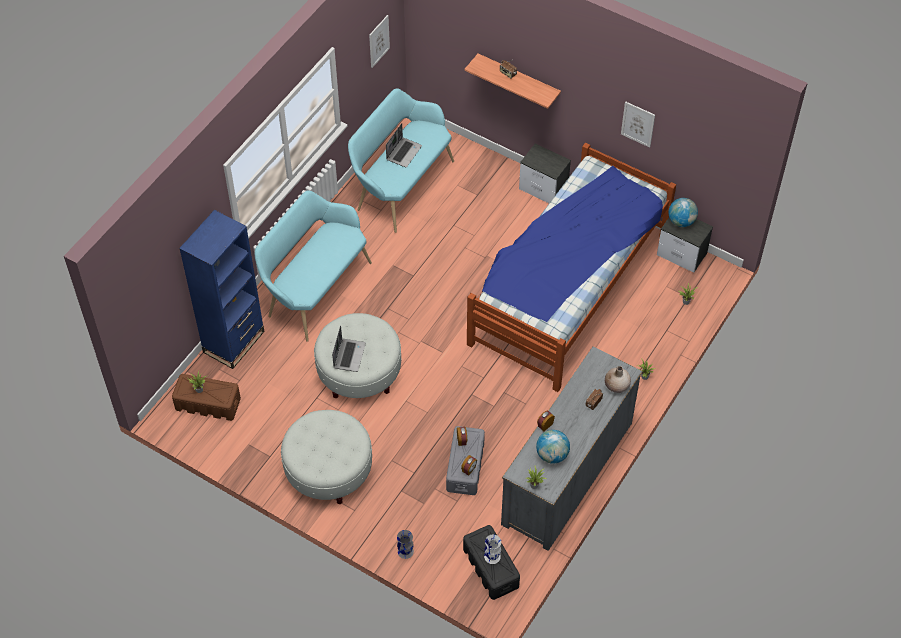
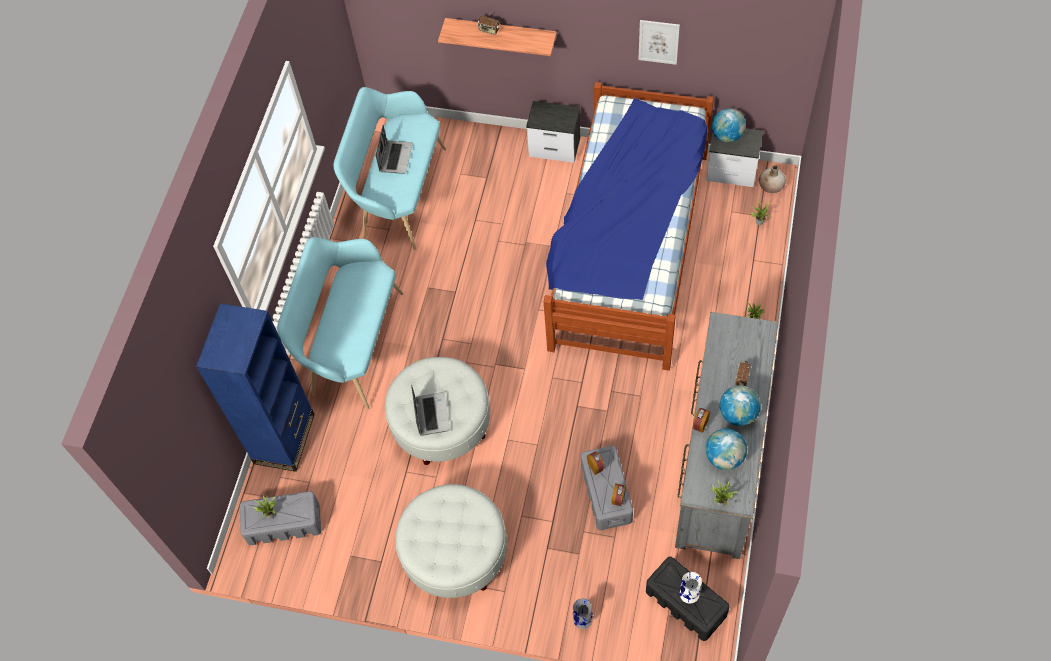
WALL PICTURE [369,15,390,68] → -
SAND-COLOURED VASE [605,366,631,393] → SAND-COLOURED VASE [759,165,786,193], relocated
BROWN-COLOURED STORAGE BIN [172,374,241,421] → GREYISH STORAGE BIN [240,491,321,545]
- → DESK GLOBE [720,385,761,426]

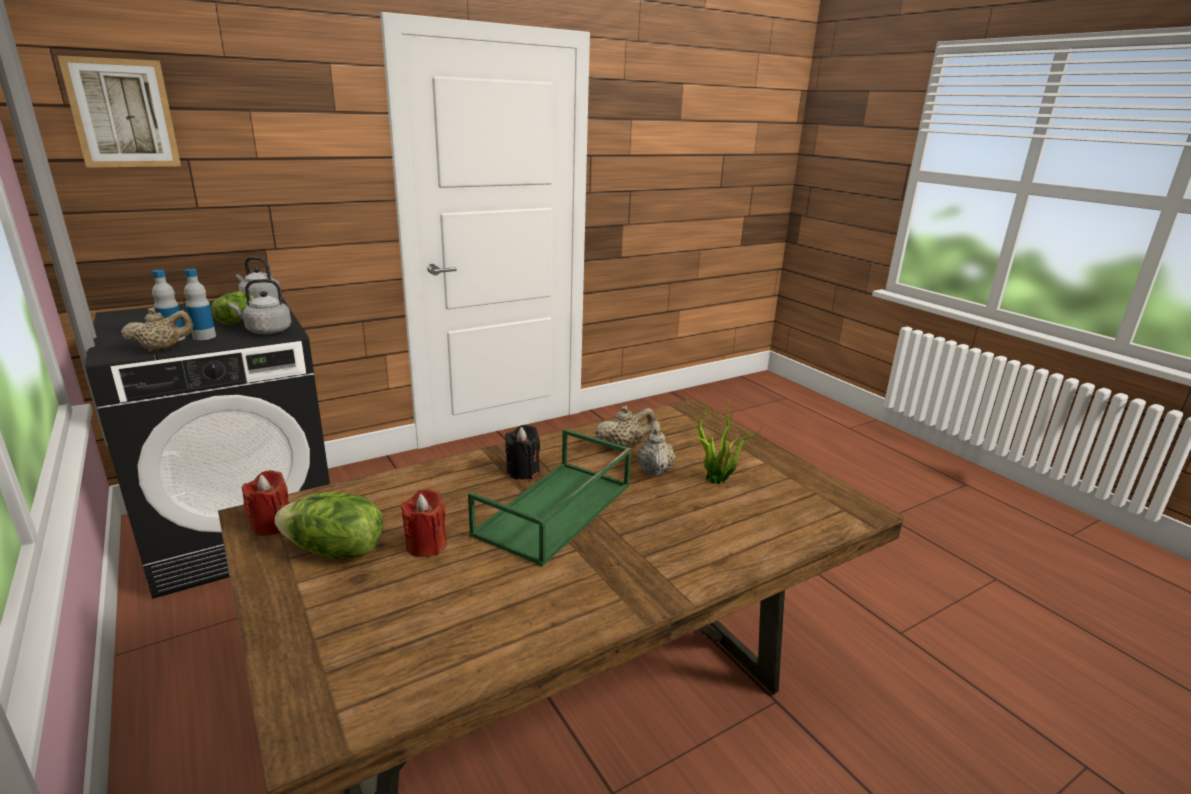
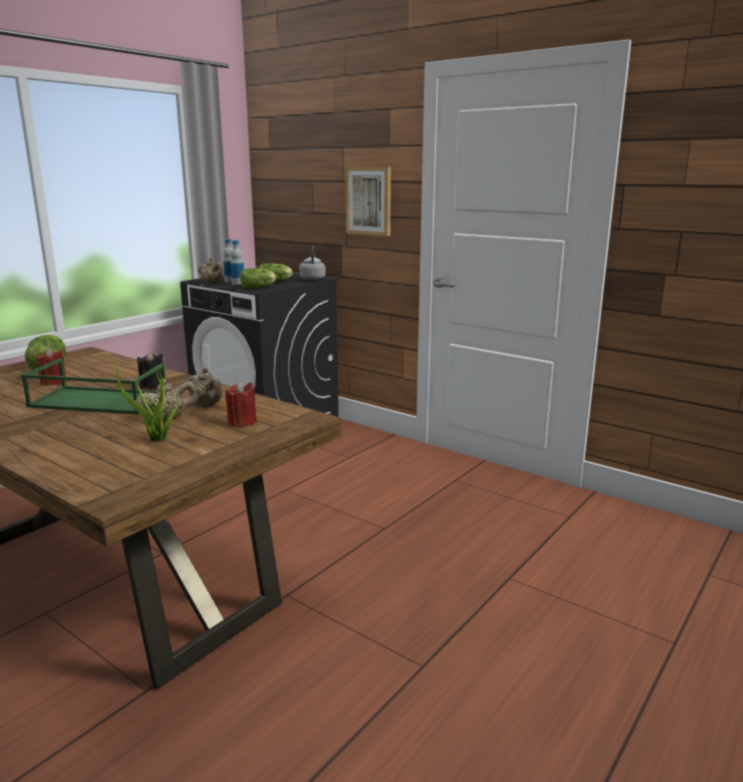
WALL PICTURE [57,55,181,168] → WALL PICTURE [345,167,391,236], relocated
GREYISH TEA KETTLE [229,279,291,334] → HEAD OF LETTUCE [240,268,276,289]
REDDISH CANDLE [242,470,289,536] → REDDISH CANDLE [225,381,257,427], relocated

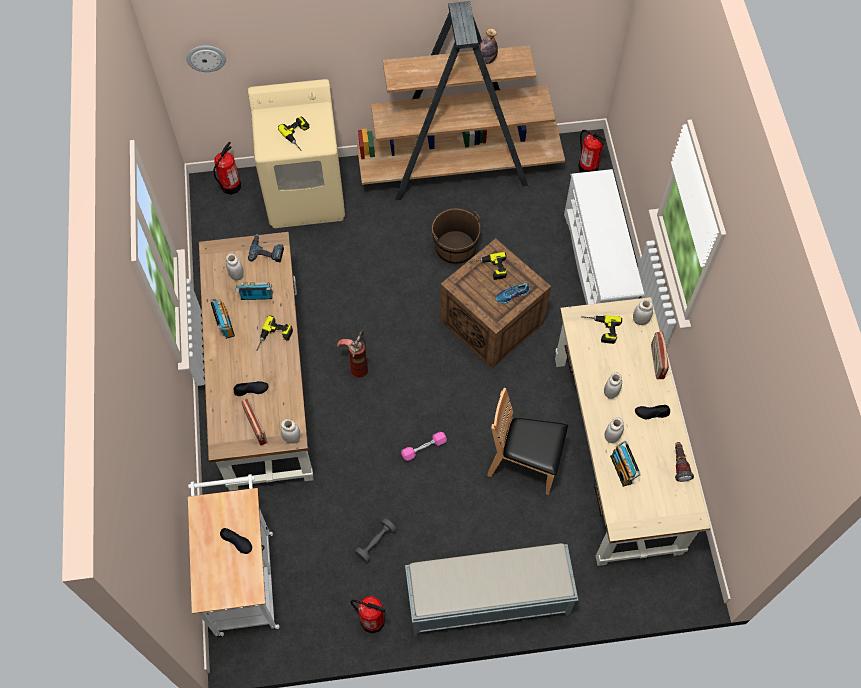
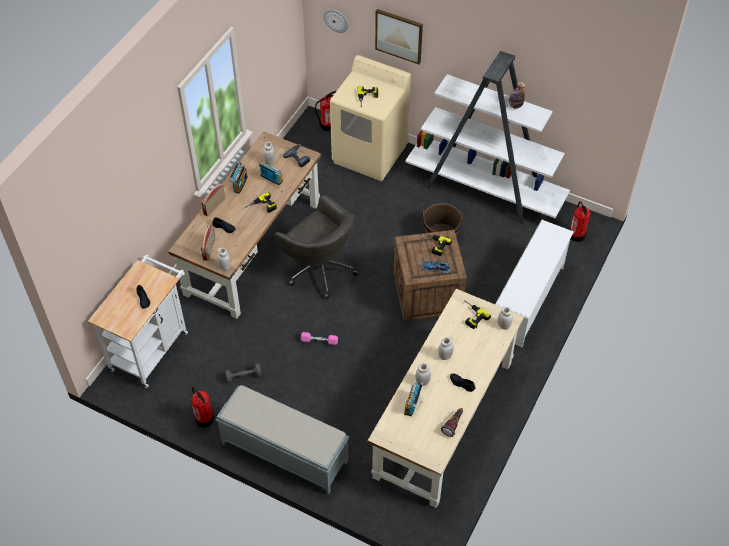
BROWN-COLOURED BOOKCASE [357,1,565,200] → WHITE-COLOURED BOOKCASE [405,51,570,225]
EXTINGUISHER [337,330,368,378] → GREYISH COMPUTER CHAIR [274,195,359,299]
RADIO [651,332,669,379] → RADIO [201,184,225,216], relocated
BROWN-COLOURED PLAIN CHAIR [487,388,568,495] → -
- → WALL PICTURE [375,9,423,65]

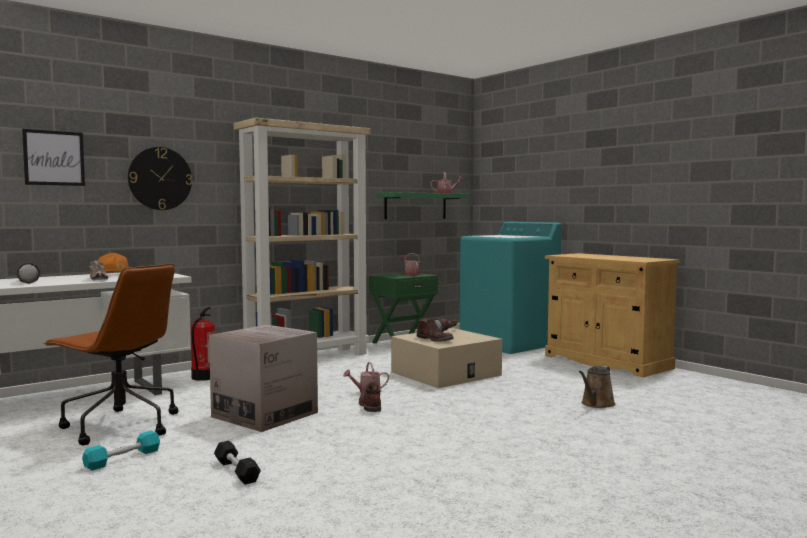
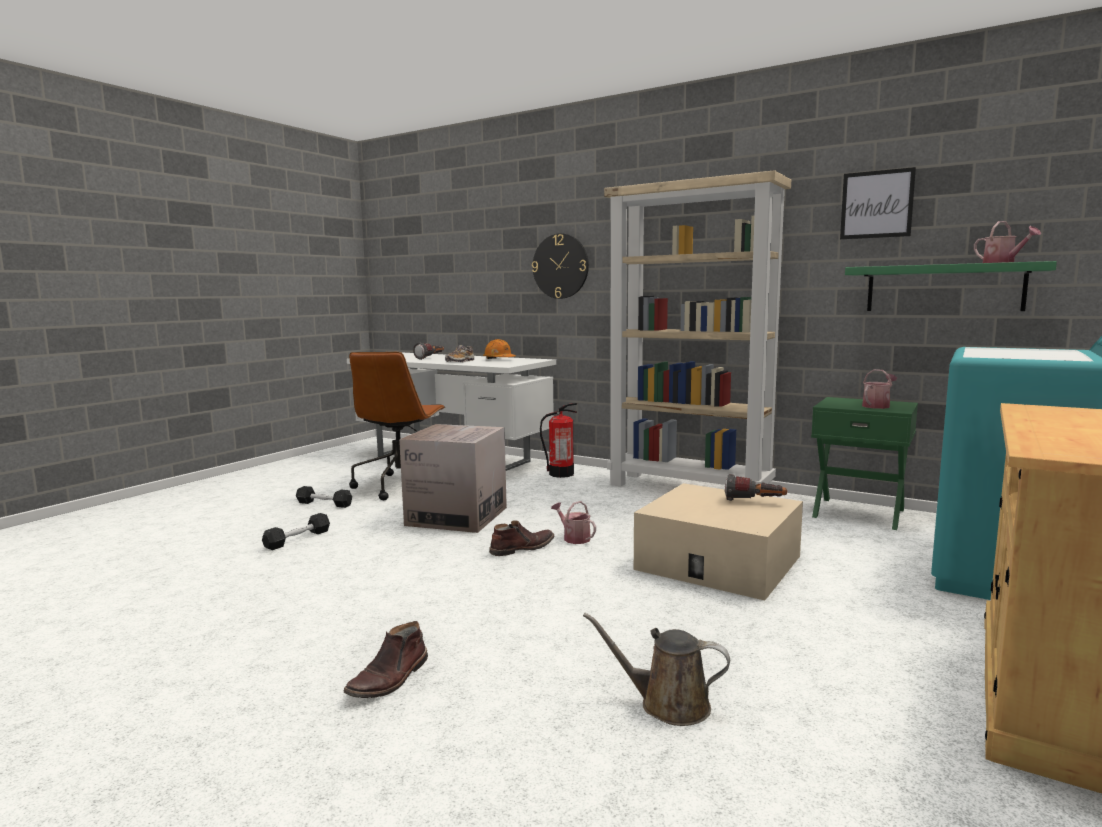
WALL PICTURE [22,129,85,186] → WALL PICTURE [840,167,916,239], relocated
BROWN-COLOURED TALL BOOT [416,318,454,342] → BROWN-COLOURED TALL BOOT [344,621,428,698], relocated
BLUE-GREEN DUMBBELL [82,431,160,471] → BLACK-COLOURED DUMBBELL [296,486,352,508]

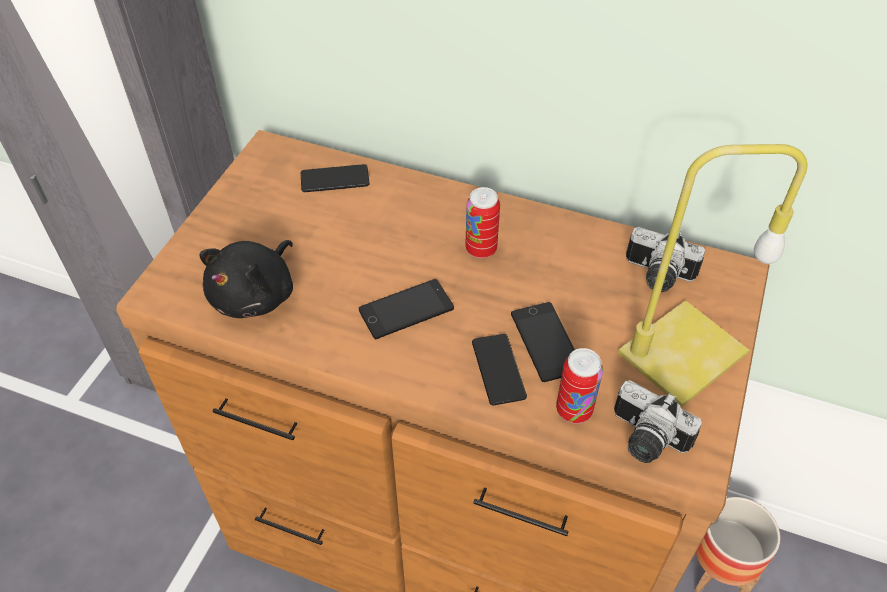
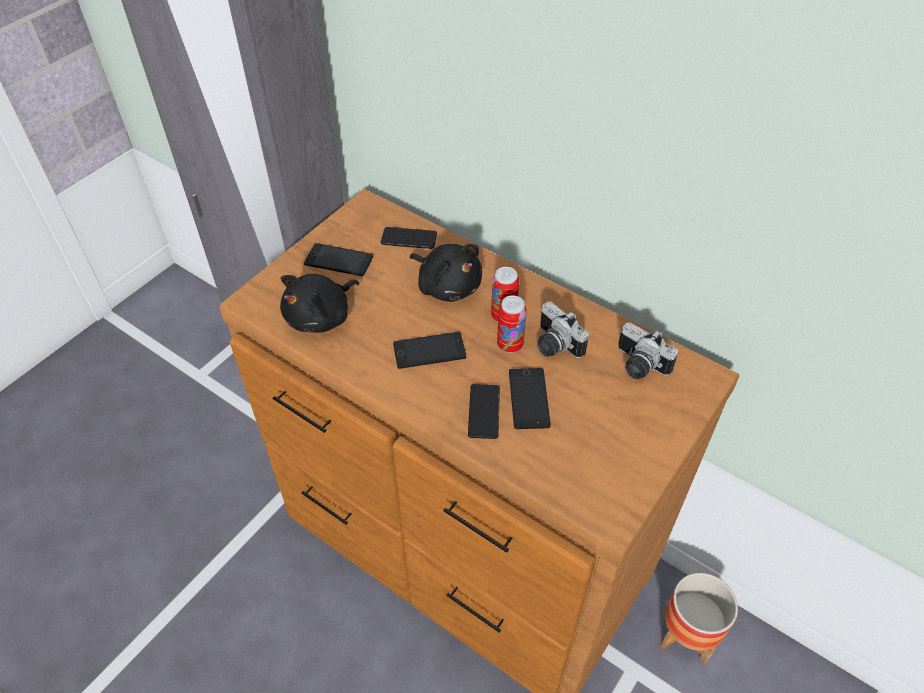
YELLOWISH TABLETOP LAMP [618,144,807,407] → -
CAN [556,348,603,424] → CAN [497,295,527,353], relocated
STILL CAMERA [614,380,702,463] → STILL CAMERA [537,301,589,358], relocated
- → PHONE [304,243,373,276]
- → BLACK-COLOURED PLUSH TOY [410,244,482,302]

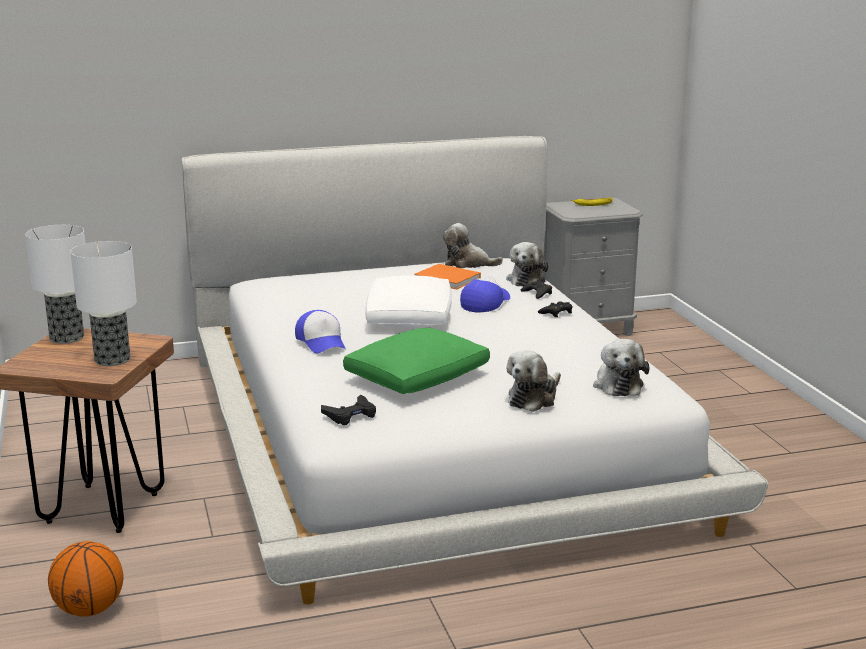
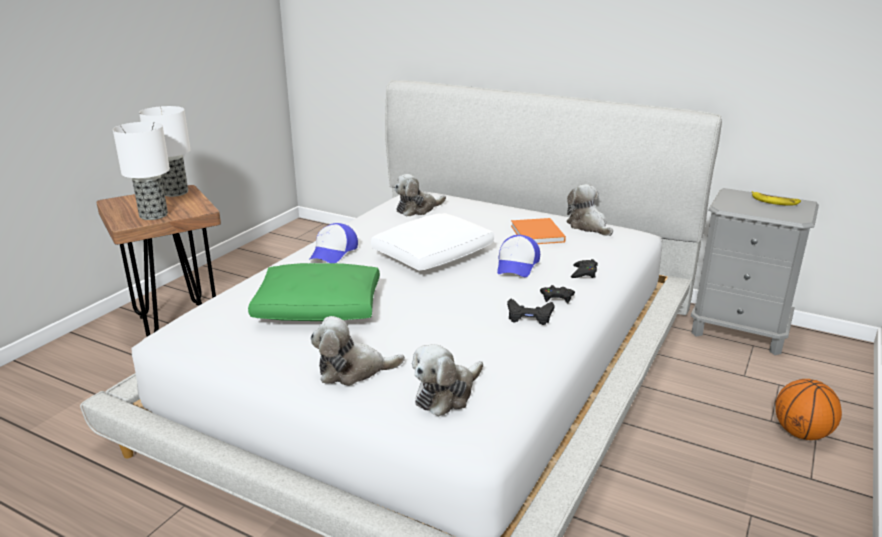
PLUSH TOY [506,242,549,287] → PLUSH TOY [394,174,446,217], relocated
PEAKED CAP [460,276,510,312] → PEAKED CAP [497,235,540,277], 120 degrees clockwise
BLACK-COLOURED JOYPAD [321,395,376,425] → BLACK-COLOURED JOYPAD [507,298,555,325], relocated
BALL FOR BASKETBALL [48,541,124,617] → BALL FOR BASKETBALL [775,379,842,440], relocated

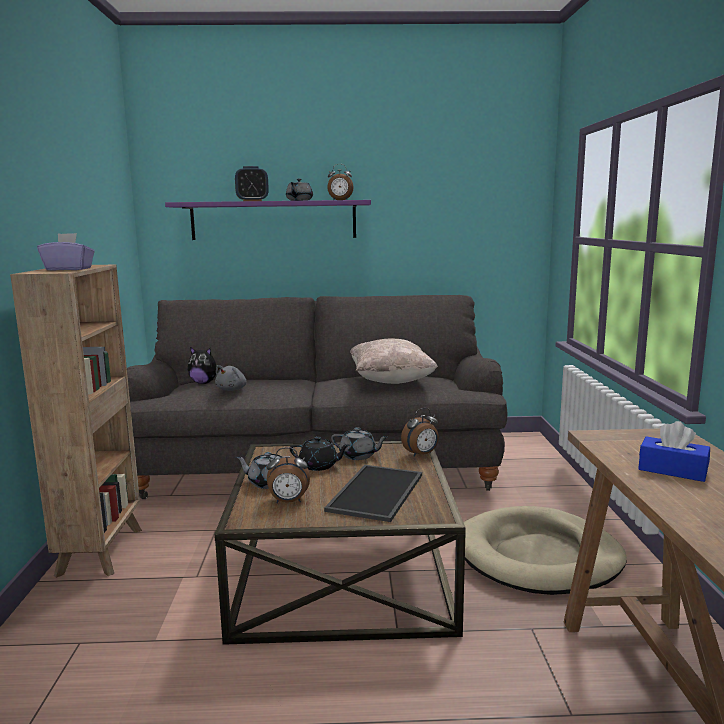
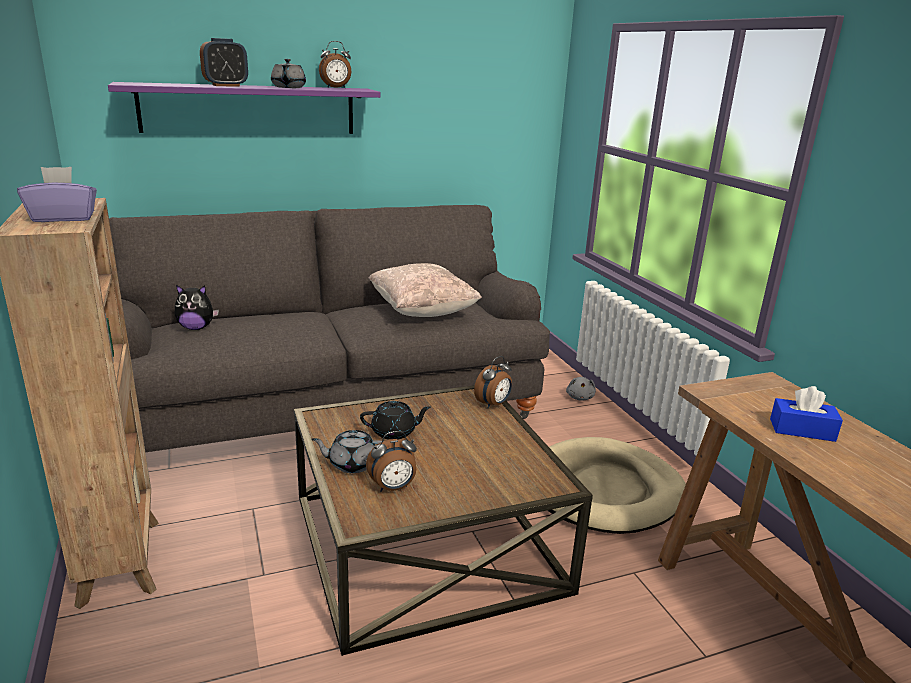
GREYISH PLUSH TOY [215,365,247,391] → GREYISH PLUSH TOY [566,377,596,401], relocated
GREYISH POT FOR TEA [331,427,388,460] → -
TRAY [324,465,422,522] → -

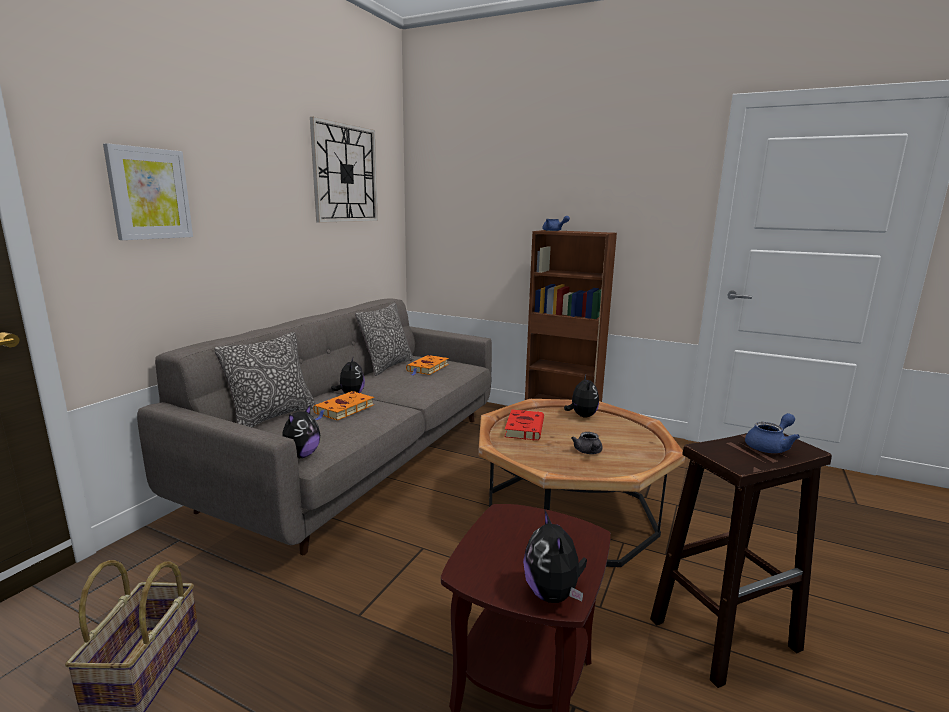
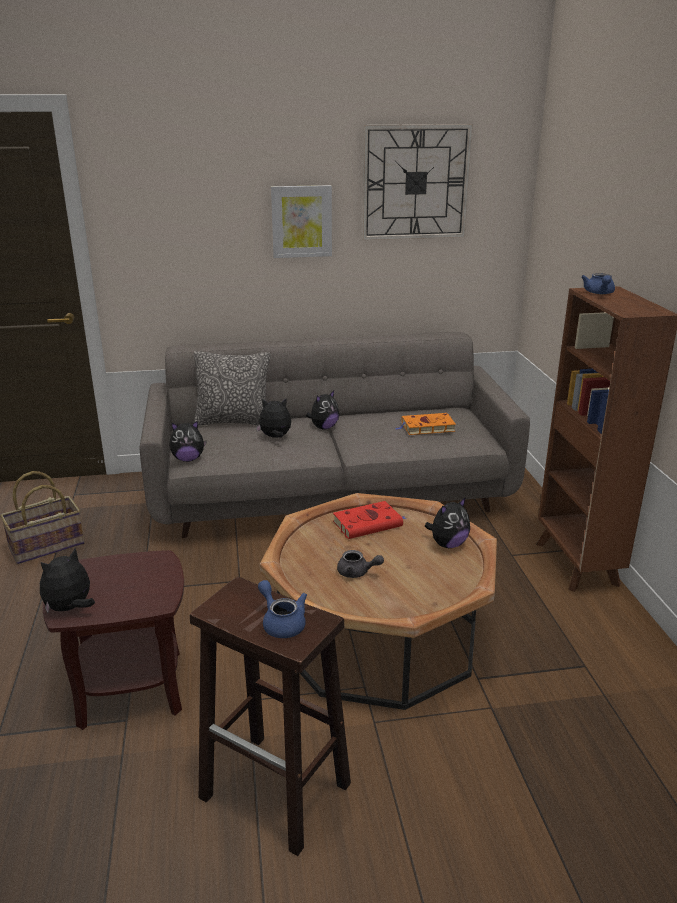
WALL PICTURE [103,143,193,240] → WALL PICTURE [271,185,332,258], relocated
THROW PILLOW [355,303,414,376] → -
ORANGEY VOLUME [313,391,374,421] → PLUSH TOY [256,399,291,438]
BLUE-COLOURED POT FOR TEA [745,413,800,453] → BLUE-COLOURED POT FOR TEA [258,580,307,638], 150 degrees counterclockwise
GREYISH POT FOR TEA [571,432,603,454] → GREYISH POT FOR TEA [337,550,384,578], 120 degrees counterclockwise

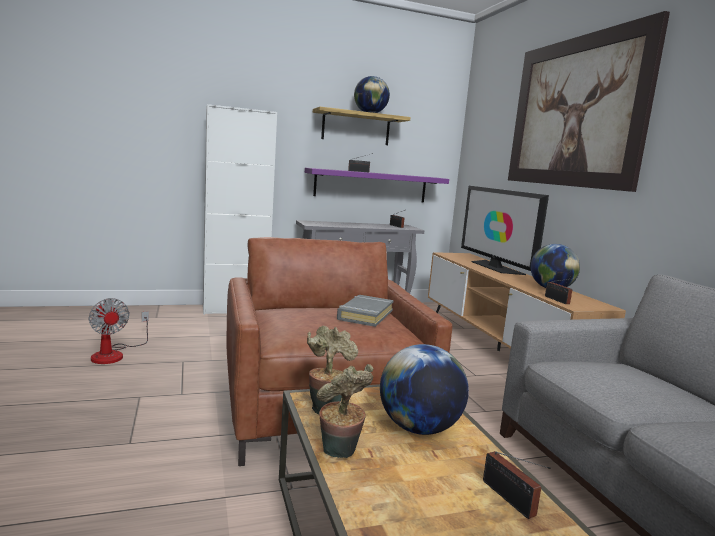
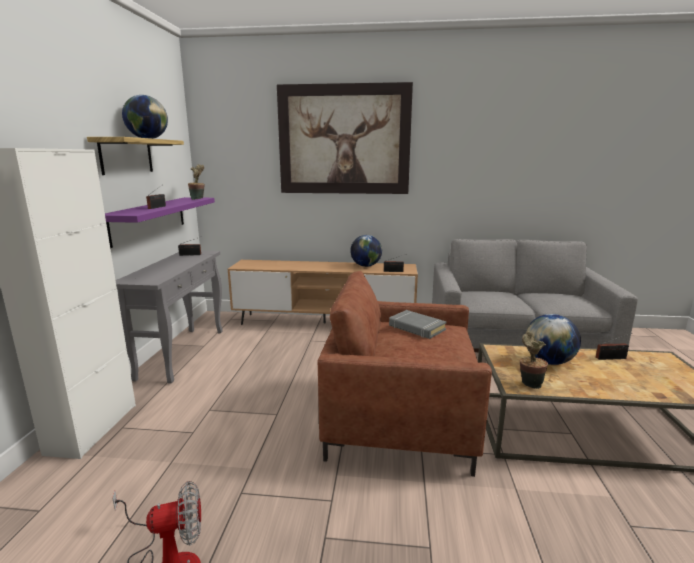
TELEVISION [461,186,549,275] → -
PLANT IN A POT [316,364,374,458] → PLANT IN A POT [188,164,205,200], relocated

